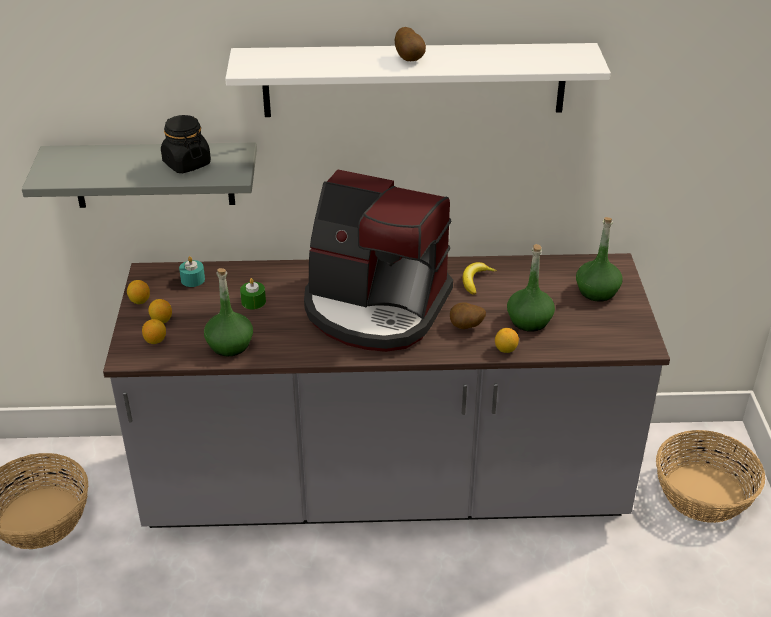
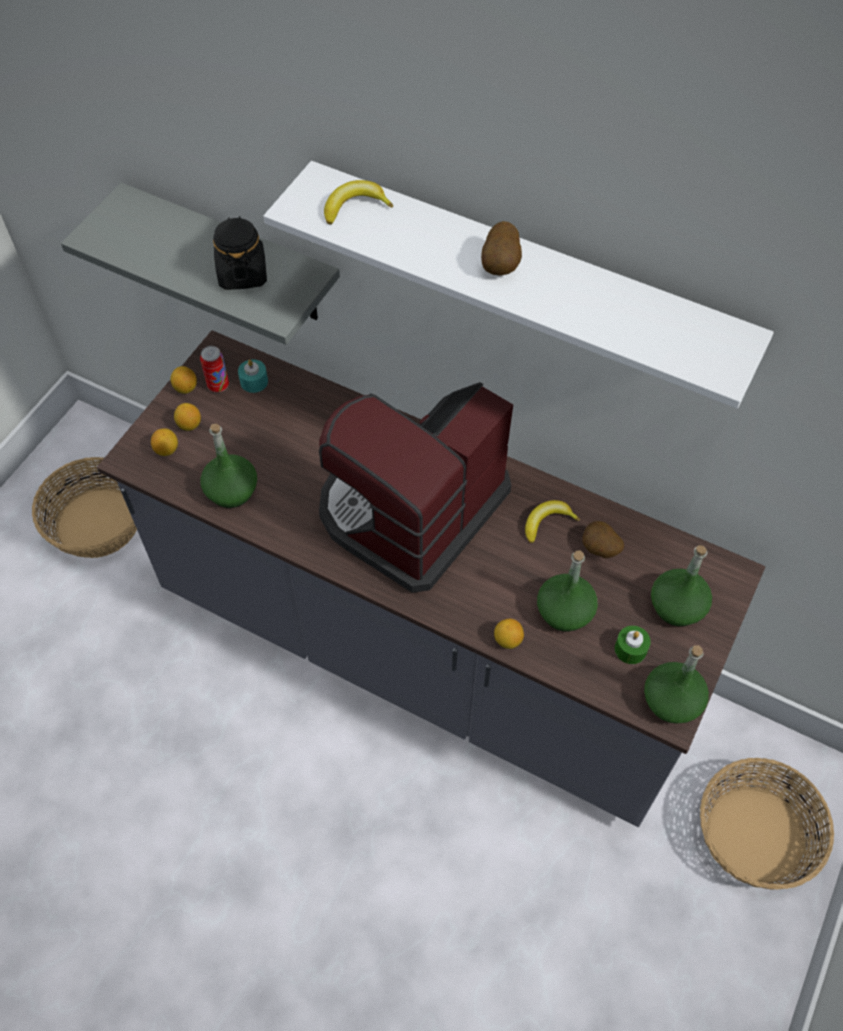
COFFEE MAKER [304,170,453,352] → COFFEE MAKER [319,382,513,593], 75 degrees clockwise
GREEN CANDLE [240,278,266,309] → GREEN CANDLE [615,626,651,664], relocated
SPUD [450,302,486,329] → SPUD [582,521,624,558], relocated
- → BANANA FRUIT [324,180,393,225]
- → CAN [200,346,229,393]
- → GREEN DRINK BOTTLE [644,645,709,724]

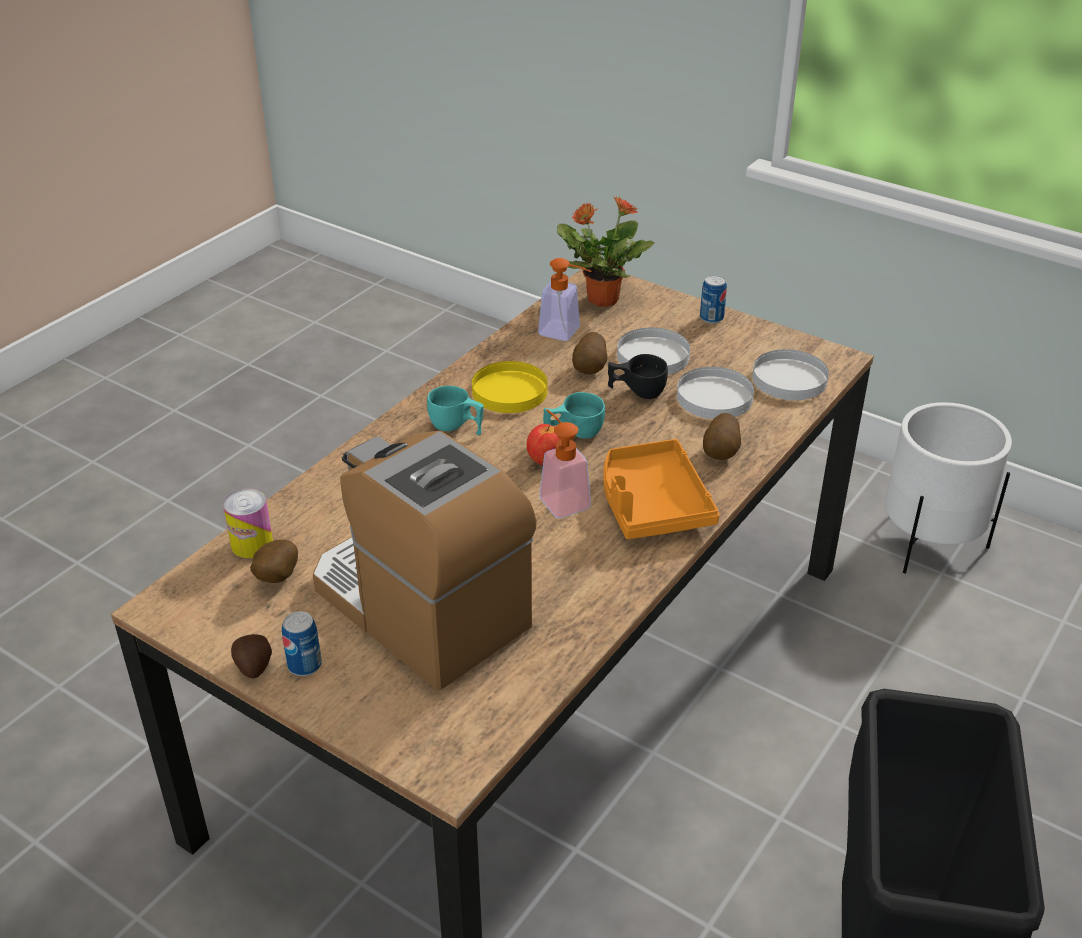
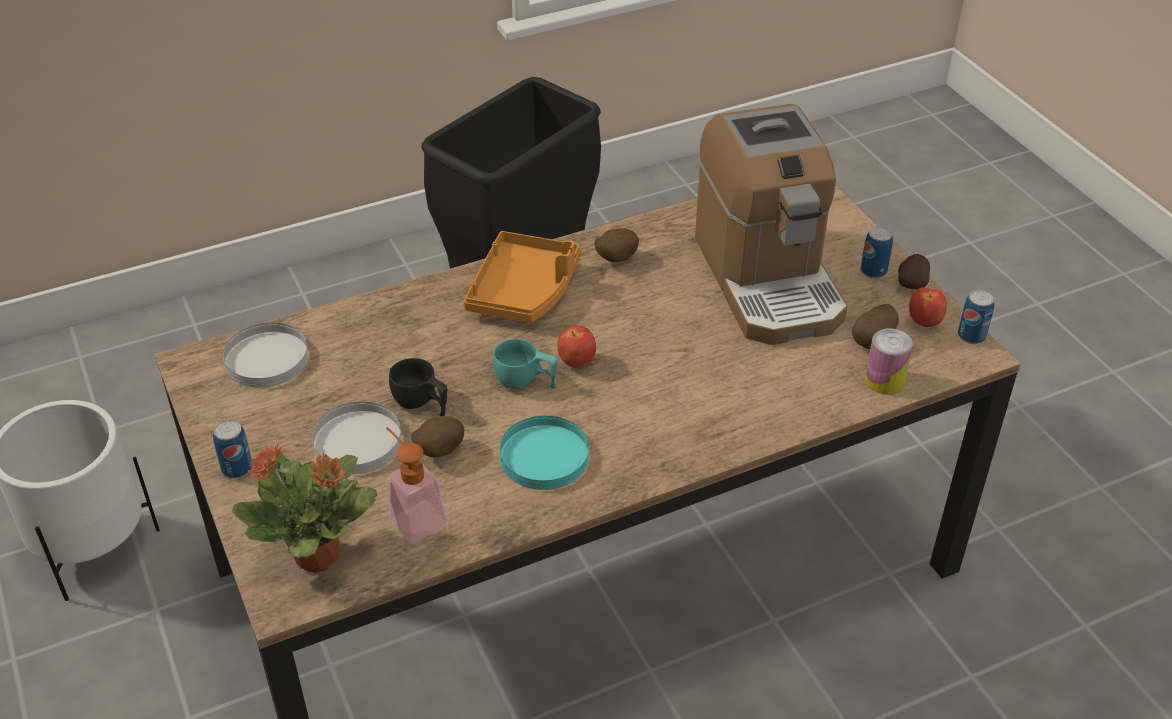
YELLOWISH FLAT DISH [472,361,547,413] → BLUE-GREEN FLAT DISH [500,416,589,490]
WHITE-COLOURED FLAT DISH [677,367,754,419] → -
BLUE-GREEN SMALL CUP [427,386,483,435] → -
LIQUID SOAP BOTTLE [539,409,591,518] → -
SPUD [703,413,741,460] → SPUD [595,228,639,262], relocated
- → WHOLE APPLE [909,287,947,327]
- → CAN [958,290,995,344]

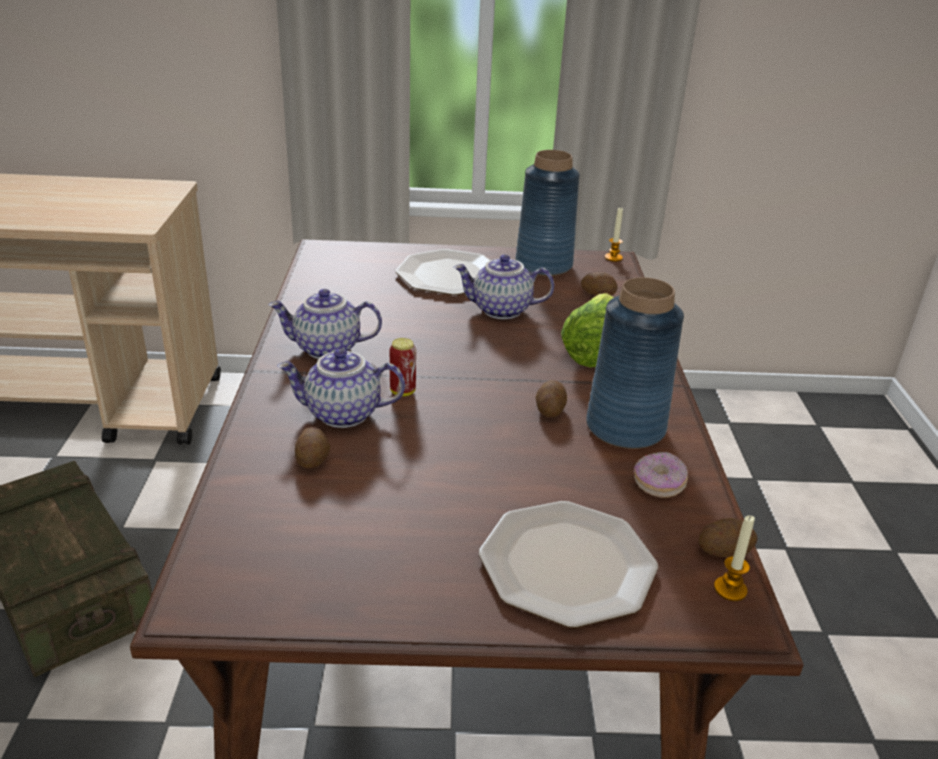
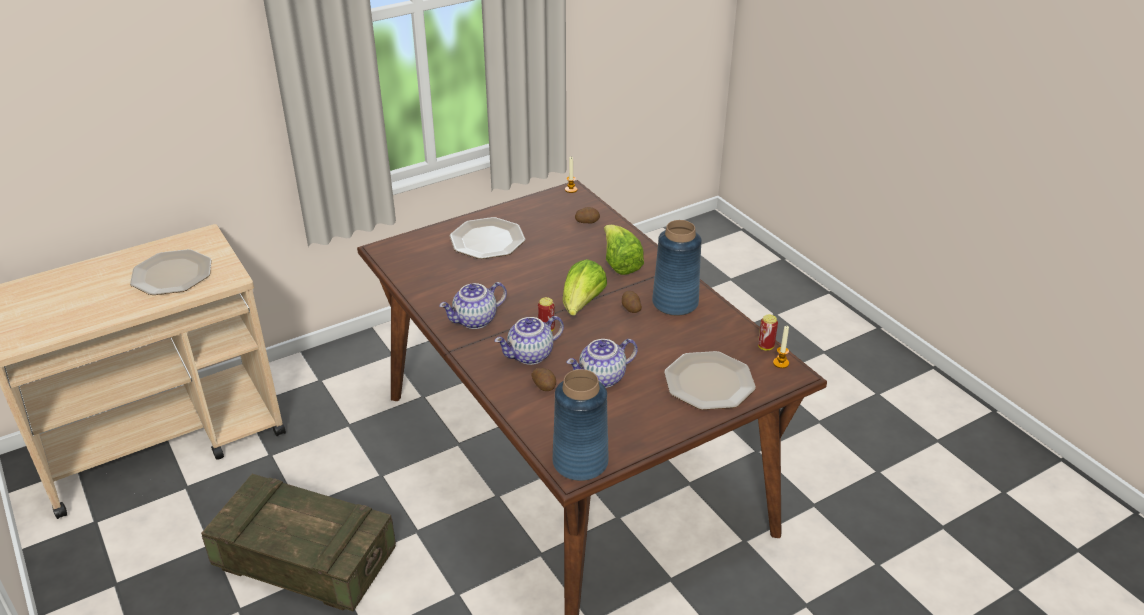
BLUE-COLOURED VASE [515,150,580,276] → BLUE-COLOURED VASE [552,369,609,481], relocated
POT FOR TEA [453,255,554,319] → POT FOR TEA [566,339,638,388], relocated
RING DOUGHNUT [634,452,688,498] → -
SPUD [699,518,758,557] → CAN [758,314,778,351]
- → FLAT DISH [130,249,211,295]
- → HEAD OF LETTUCE [563,259,607,316]

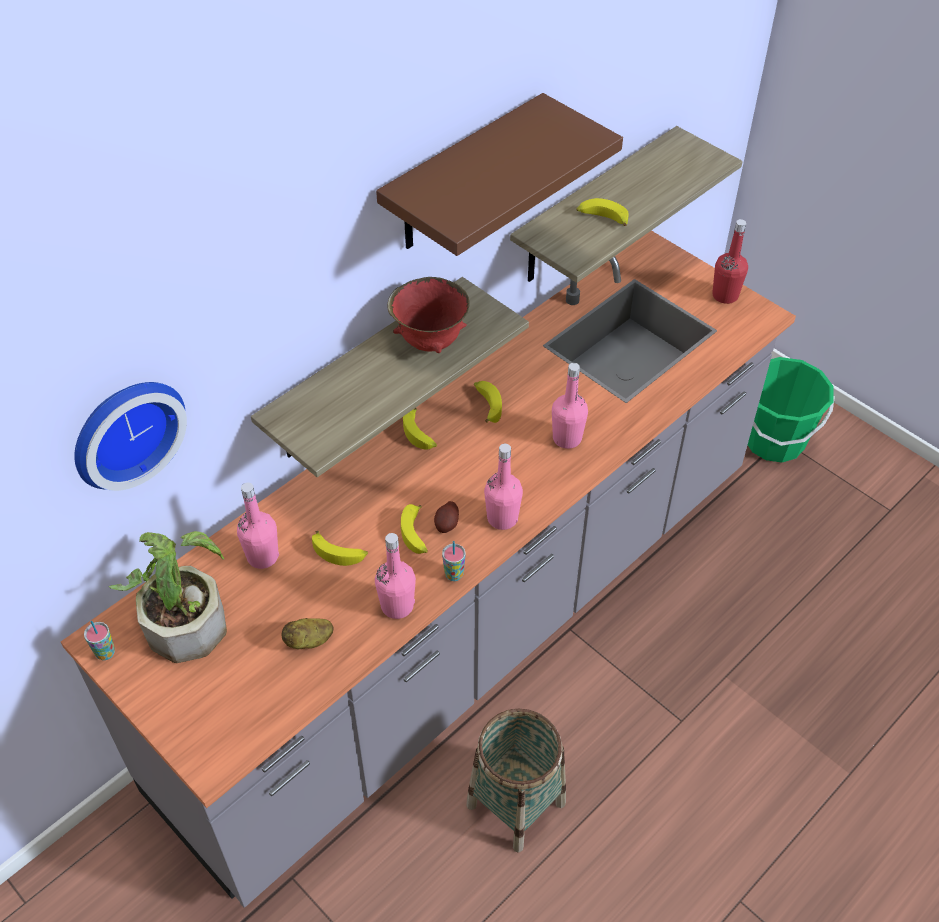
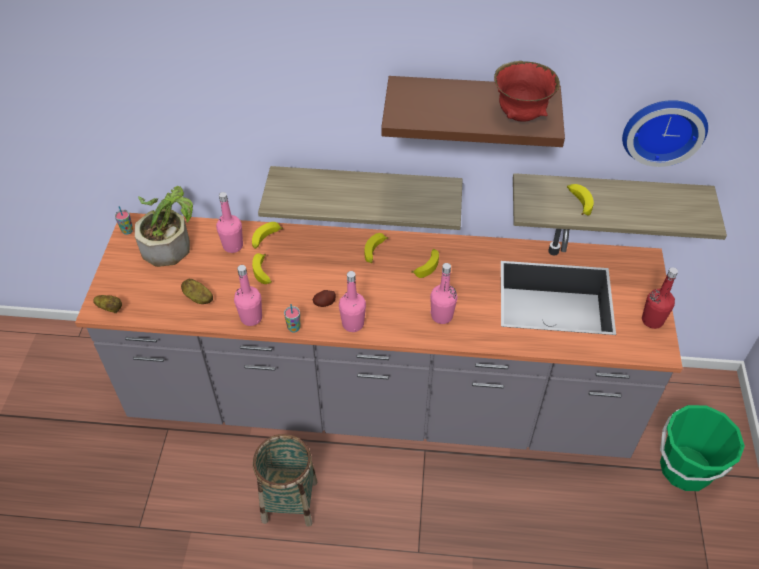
REDDISH DEEP DISH [387,277,470,353] → REDDISH DEEP DISH [494,61,560,122], relocated
CLOCK ON THE WALL [74,382,187,491] → CLOCK ON THE WALL [622,100,708,167], relocated
BANANA FRUIT [401,504,428,554] → BANANA FRUIT [252,222,283,249], relocated
- → SPUD [93,295,122,313]

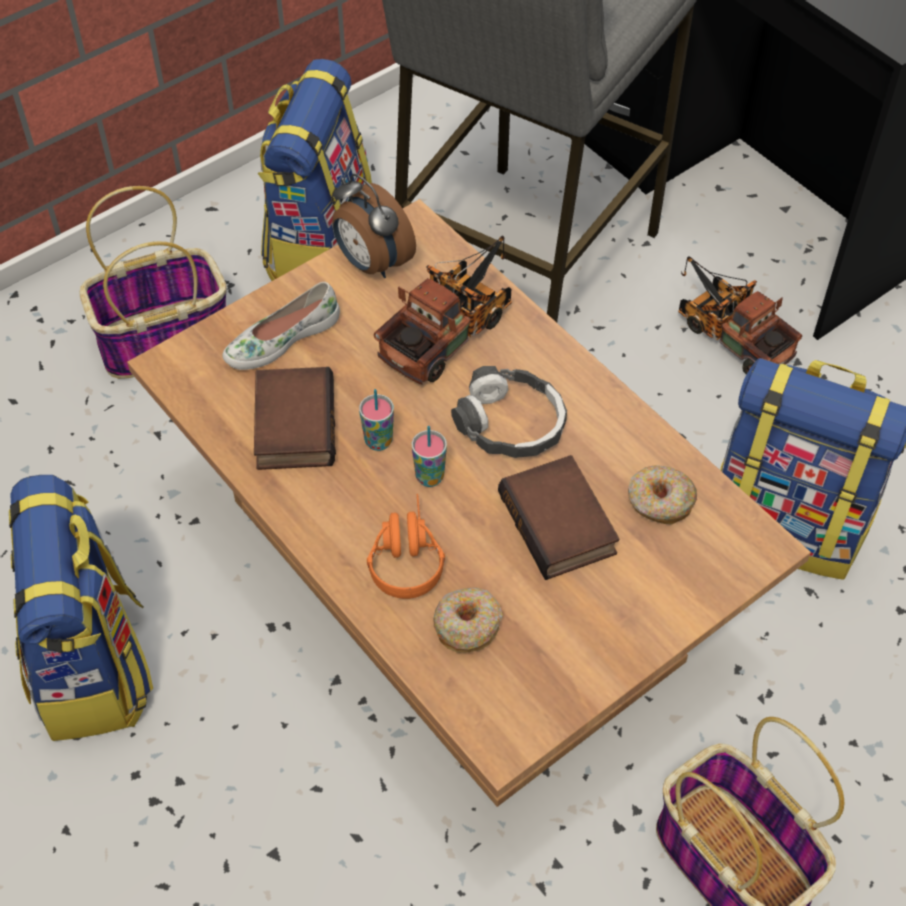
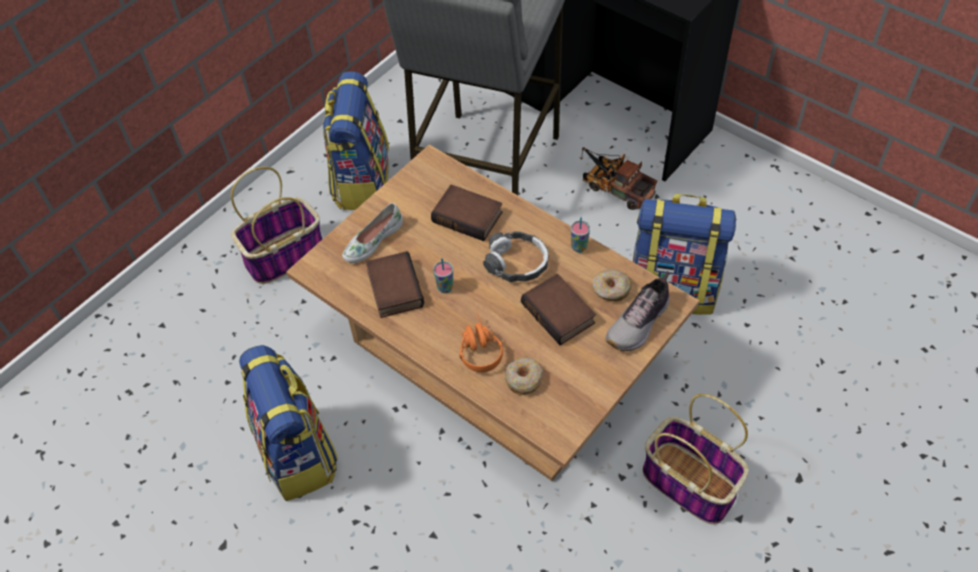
ALARM CLOCK [332,174,416,278] → -
TOY LORRY [374,235,512,385] → VOLUME [431,184,503,241]
SMALL CUP [412,426,447,487] → SMALL CUP [571,217,590,253], relocated
- → LOW SHOE [606,271,670,351]

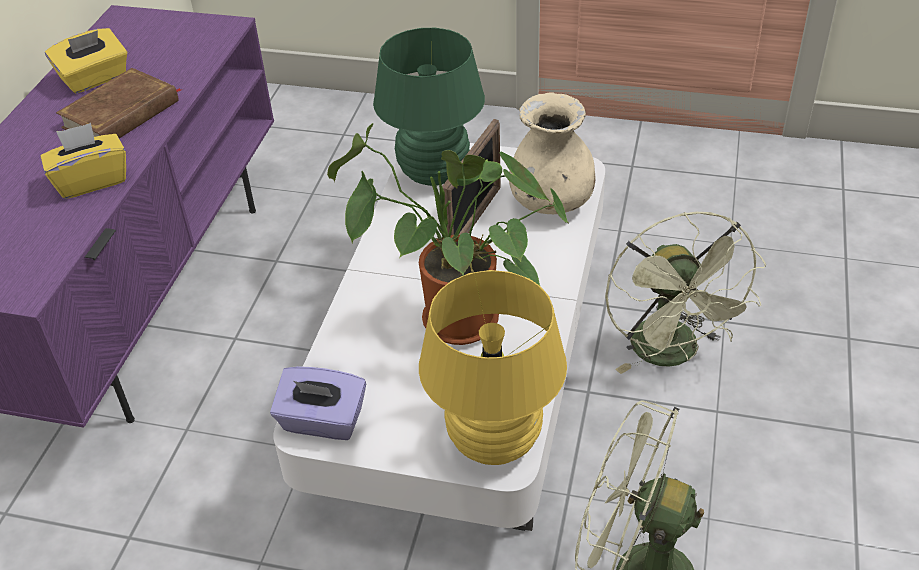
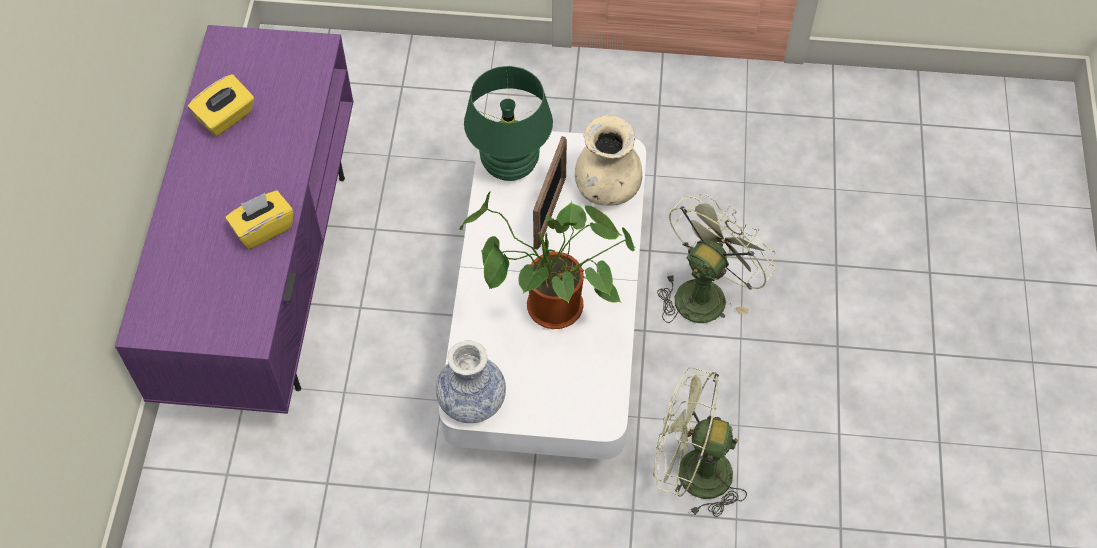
BROWN-COLOURED VOLUME [56,68,181,138] → -
GREEN ELECTRIC FAN [605,212,766,374] → GREEN ELECTRIC FAN [657,193,776,323], 120 degrees counterclockwise
YELLOWISH TABLETOP LAMP [419,270,567,465] → -
PURPLE BOX OF TISSUES [270,366,366,440] → VASE [436,340,506,423]

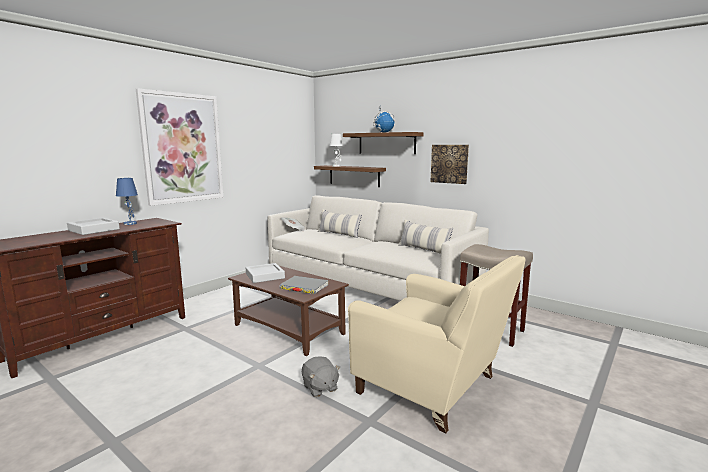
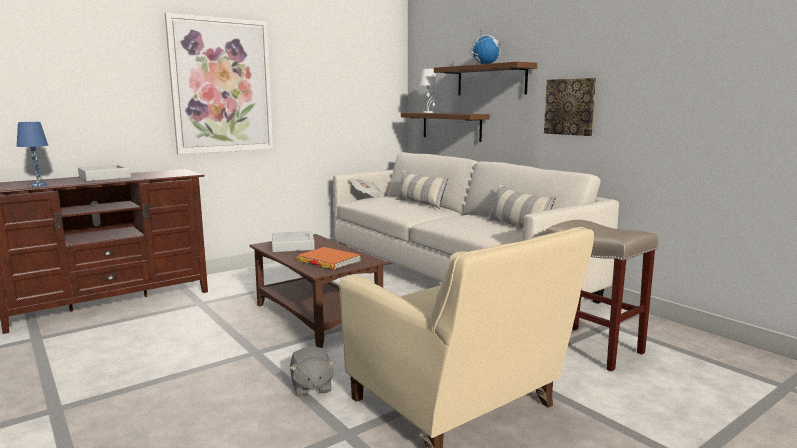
BLUE-COLOURED TABLETOP LAMP [116,178,138,225] → BLUE-COLOURED TABLETOP LAMP [17,122,48,187], relocated
GREYISH VOLUME [279,276,329,294] → ORANGEY VOLUME [297,247,361,270]

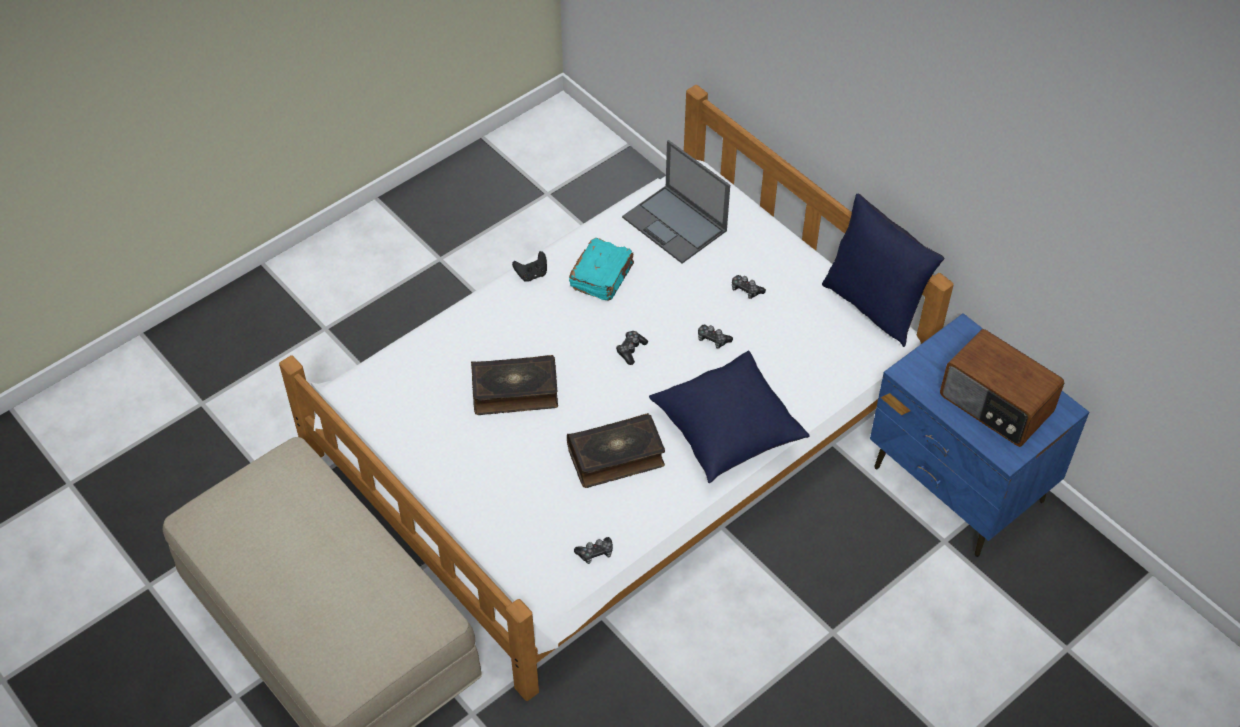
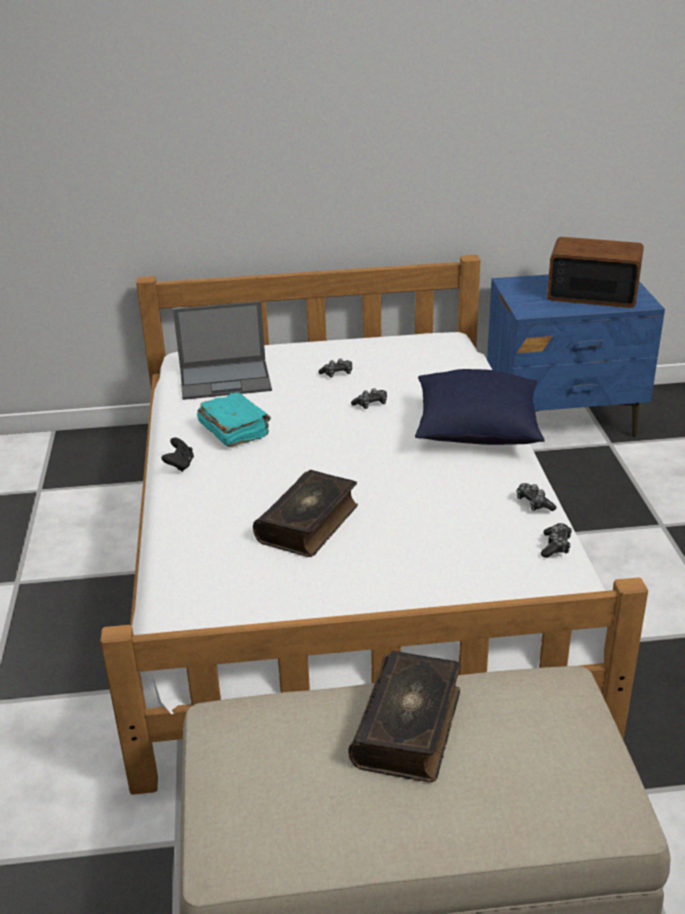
BLUE-COLOURED THROW PILLOW [822,194,944,347] → -
RADIO [940,329,1064,447] → RADIO [547,237,644,308], 150 degrees counterclockwise
JOYPAD [616,331,648,365] → JOYPAD [516,483,556,511], relocated
VOLUME [567,413,665,488] → VOLUME [348,651,461,782], relocated

